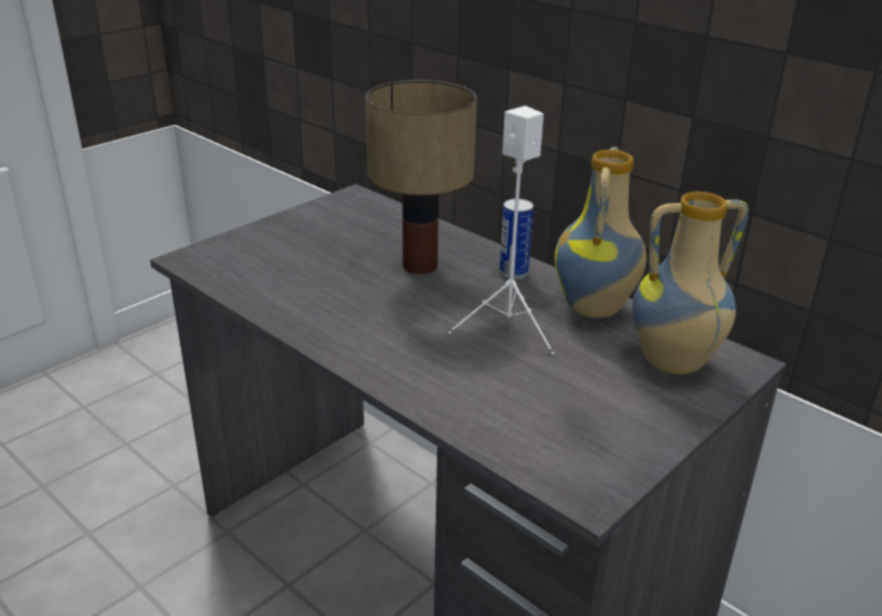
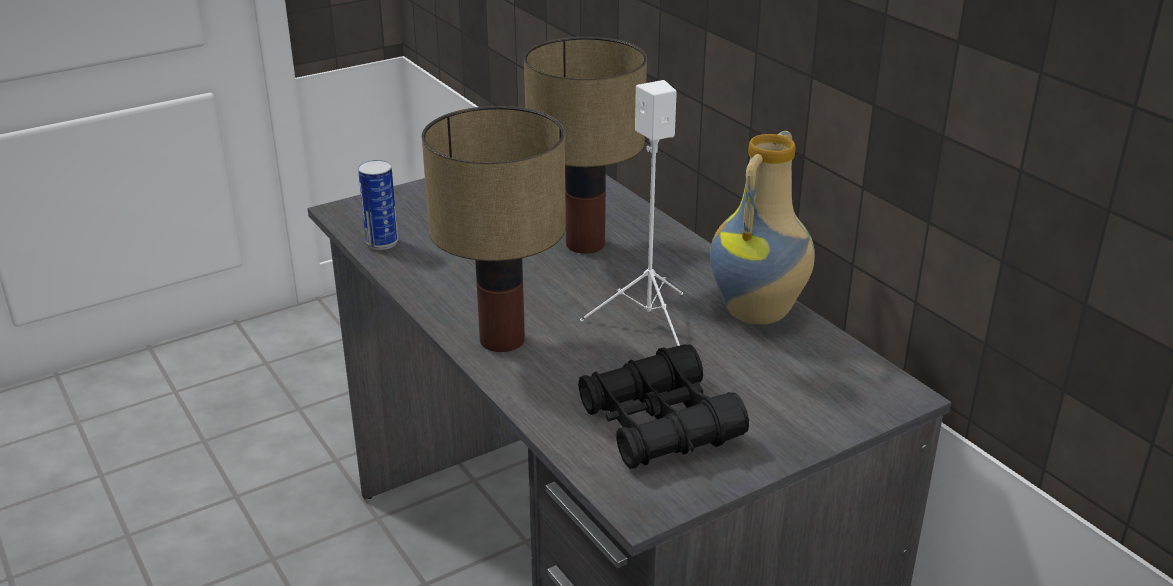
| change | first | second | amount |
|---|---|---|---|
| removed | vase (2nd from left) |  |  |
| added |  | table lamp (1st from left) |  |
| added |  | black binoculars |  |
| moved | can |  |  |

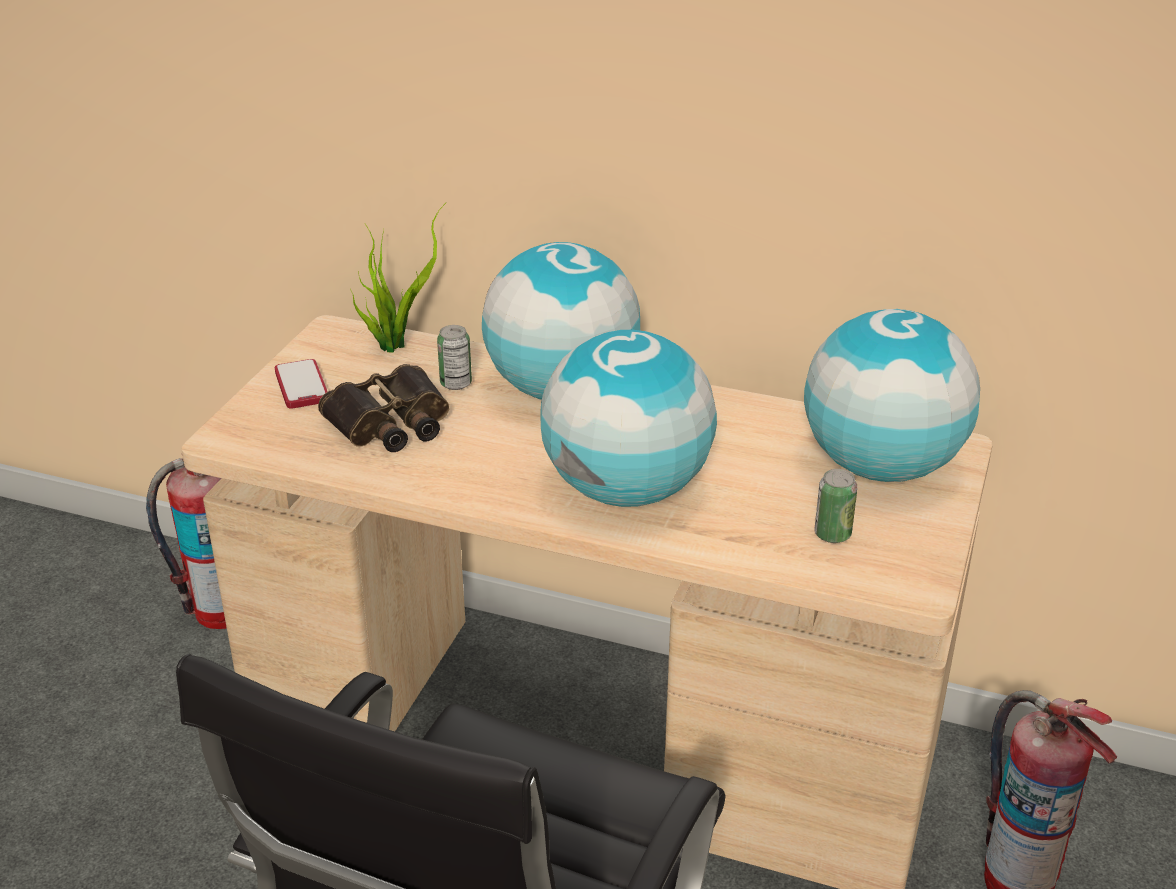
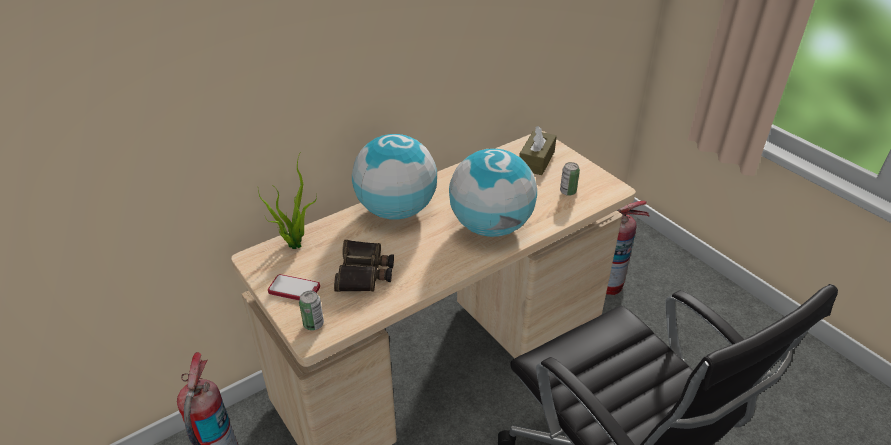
| change | first | second | amount |
|---|---|---|---|
| moved | can (1st from left) |  |  |
| replaced | globe (3rd from left) | brown tissue box |  |

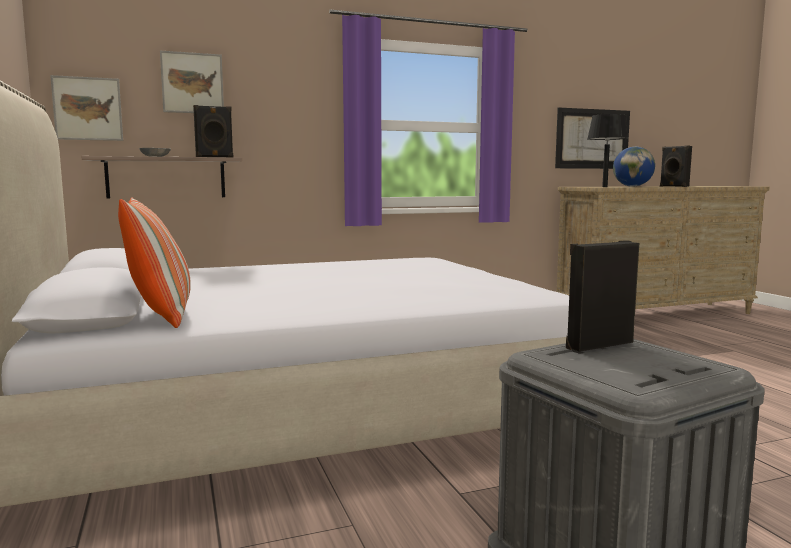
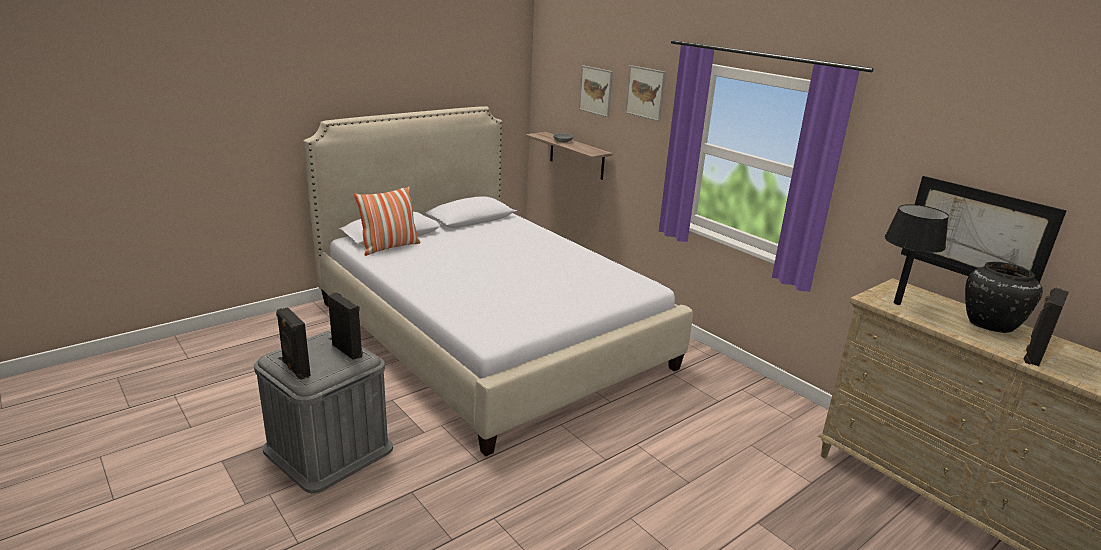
| change | first | second | amount |
|---|---|---|---|
| moved | picture (1st from left in the first image) | picture (2nd from left) |  |
| moved | black speaker (1st from left) |  |  |
| replaced | globe | black vase |  |

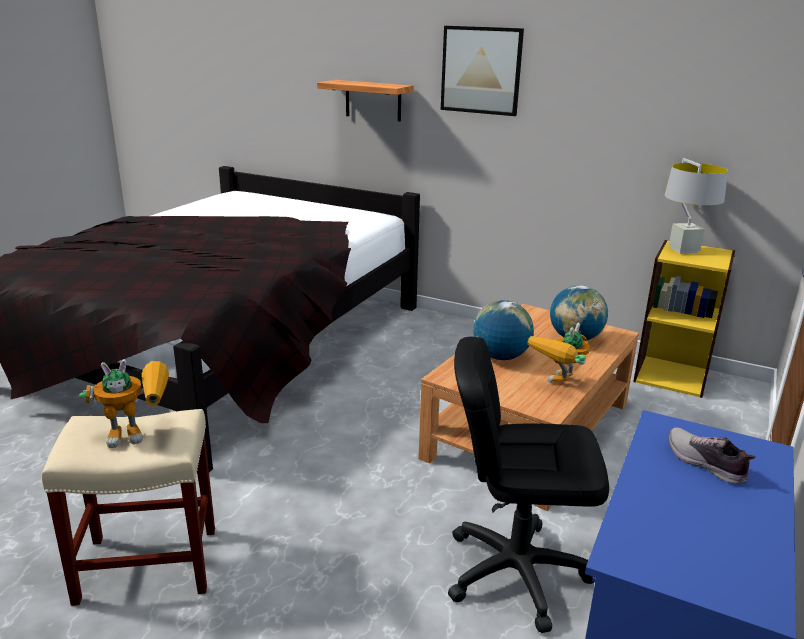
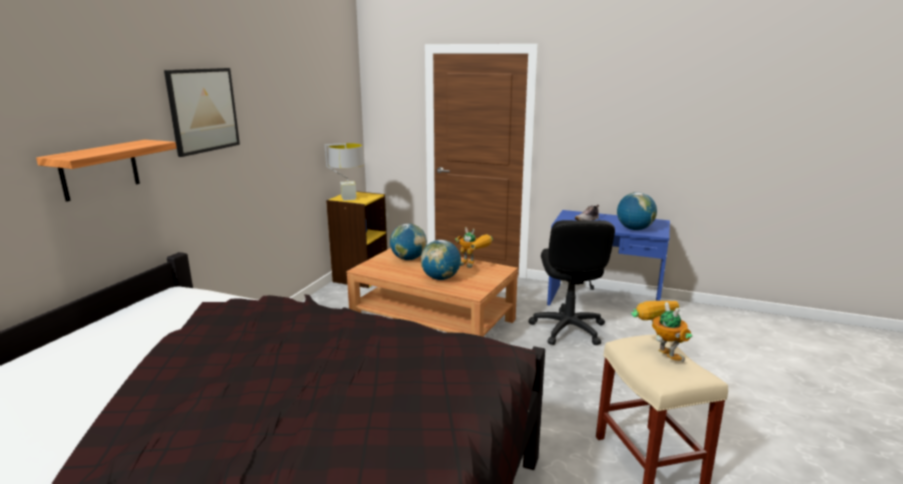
| change | first | second | amount |
|---|---|---|---|
| added |  | globe (3rd from left) |  |

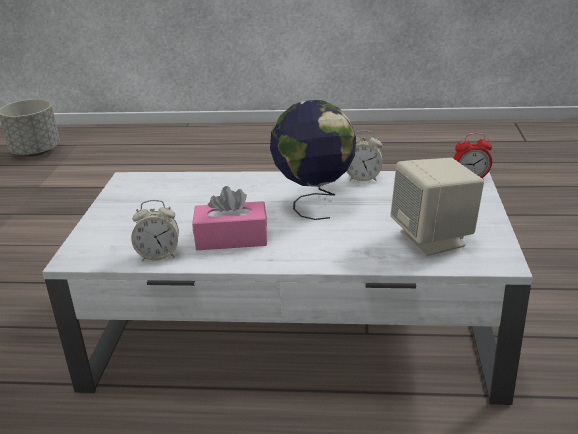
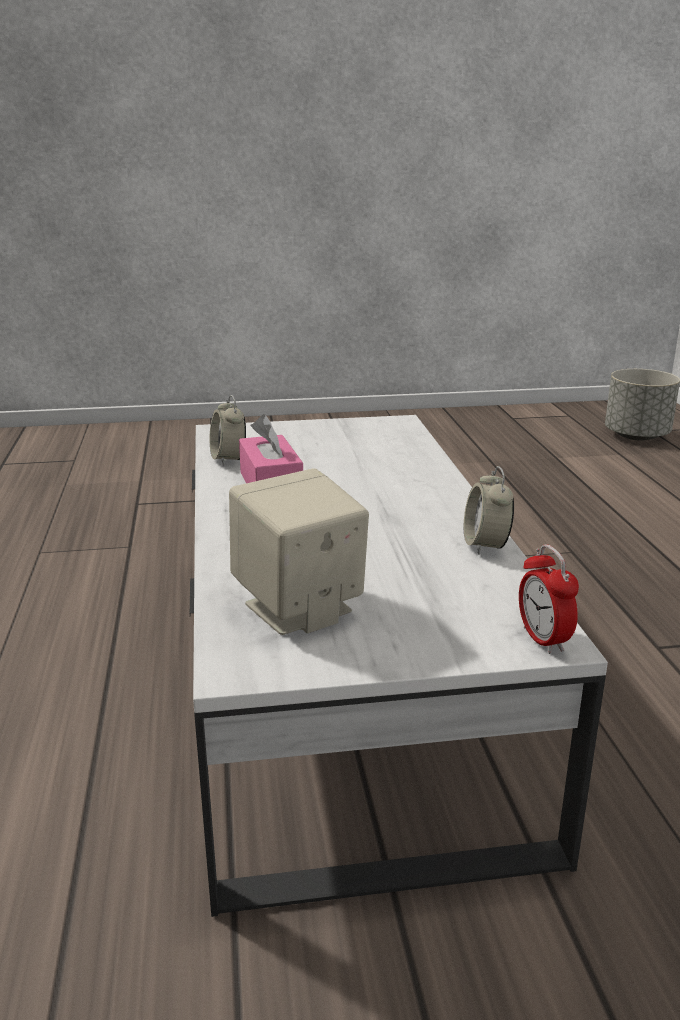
| change | first | second | amount |
|---|---|---|---|
| removed | globe |  |  |

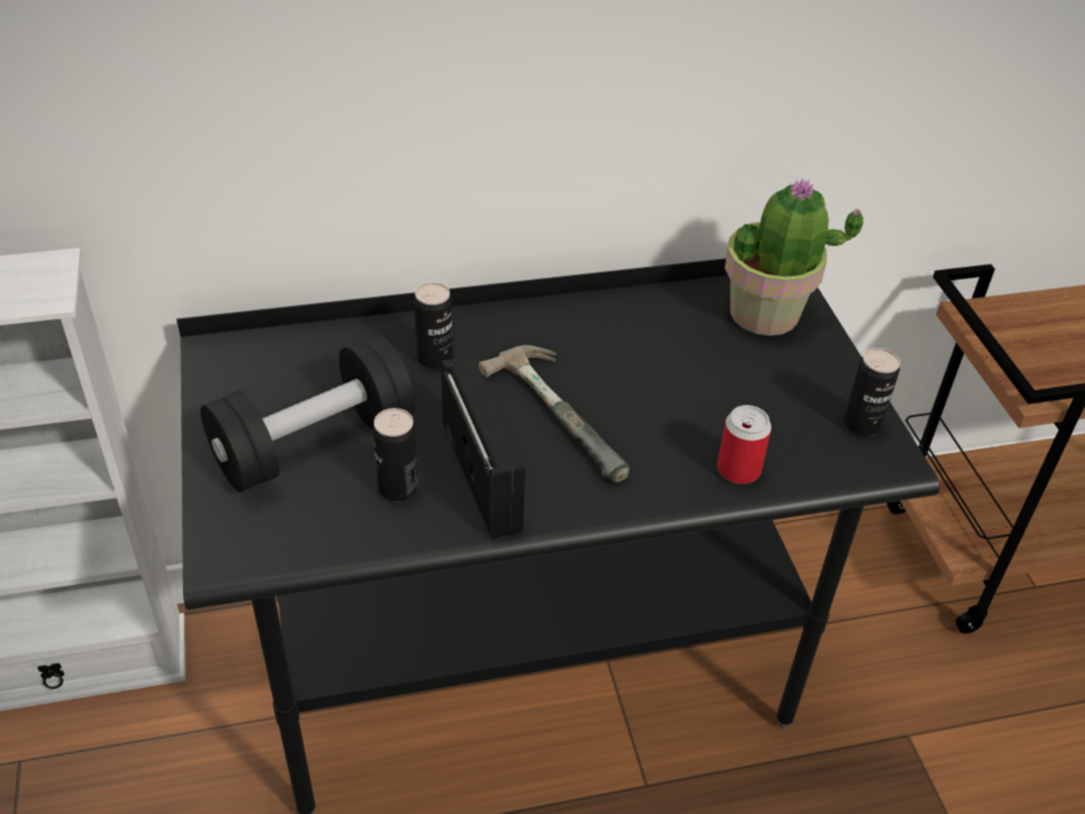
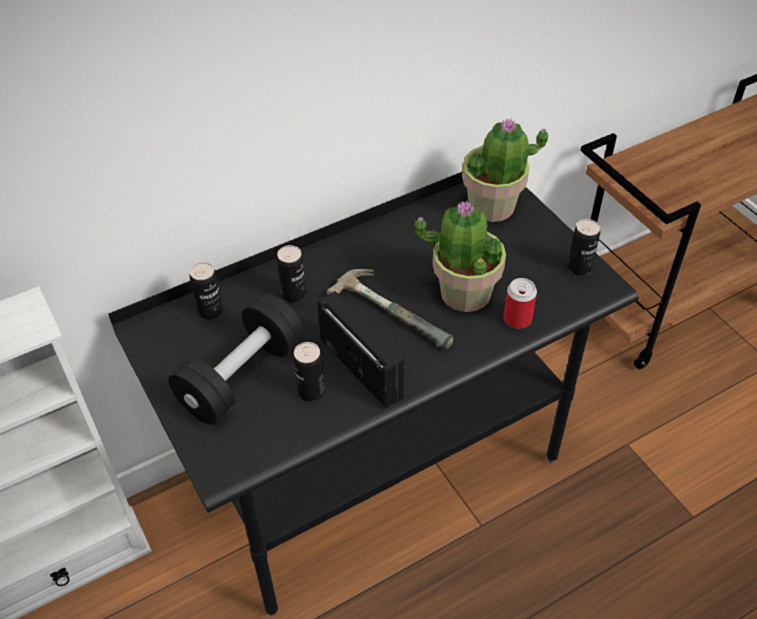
| change | first | second | amount |
|---|---|---|---|
| added |  | can (1st from left) |  |
| added |  | potted plant (1st from left) |  |

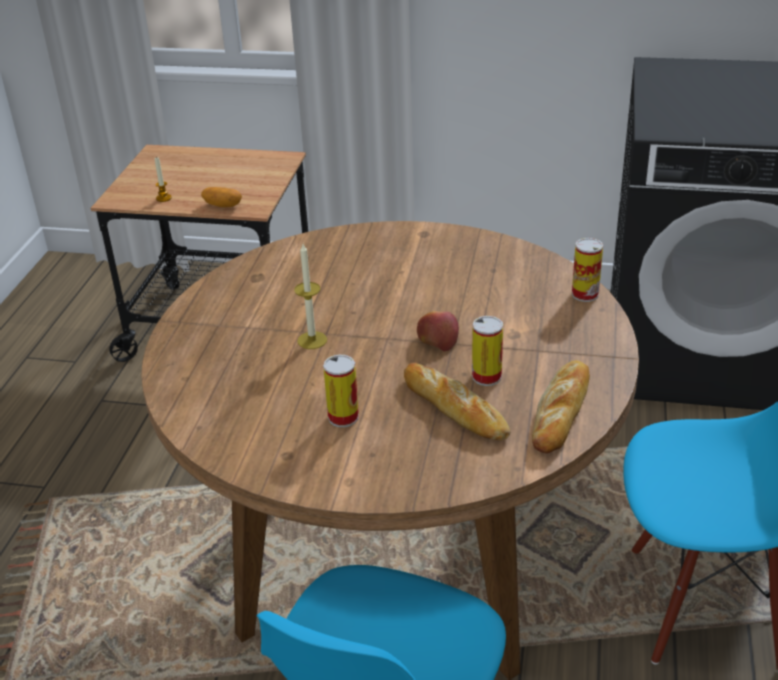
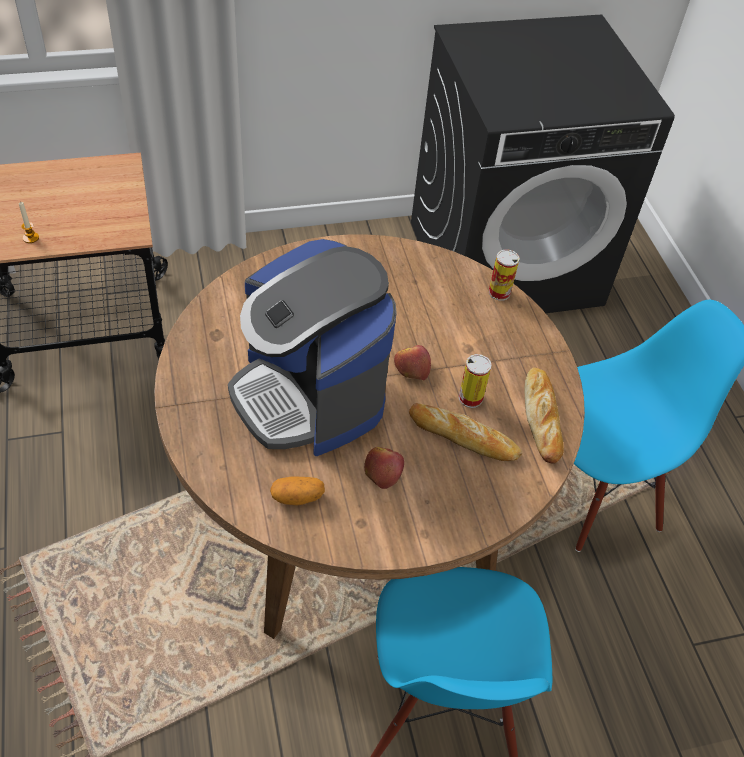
| change | first | second | amount |
|---|---|---|---|
| moved | potato |  |  |
| replaced | candle (2nd from left) | coffee machine |  |
| replaced | can (1st from left) | apple (1st from left) |  |

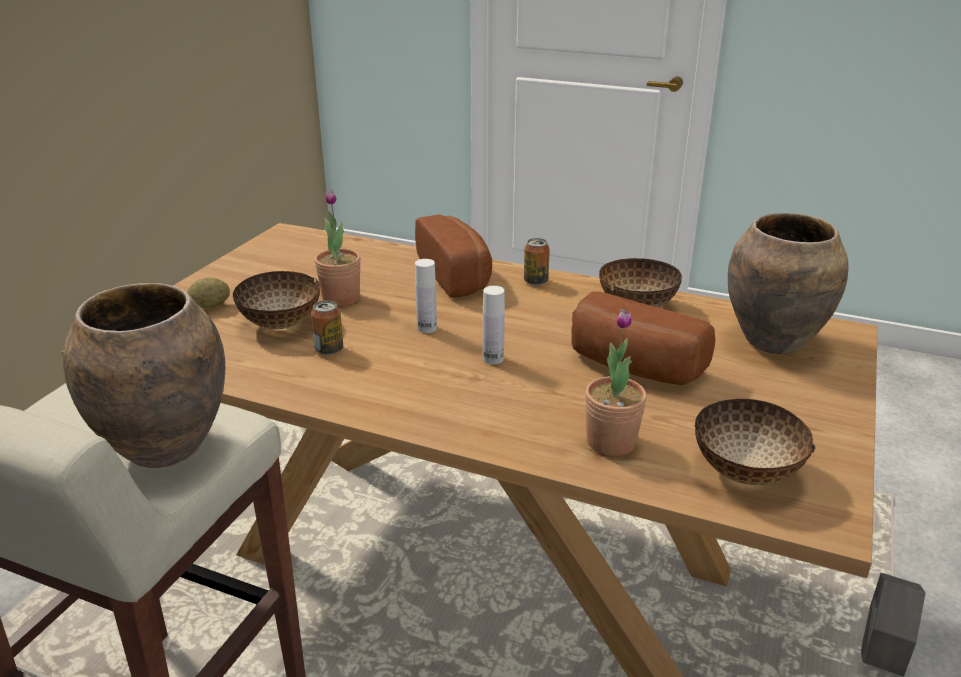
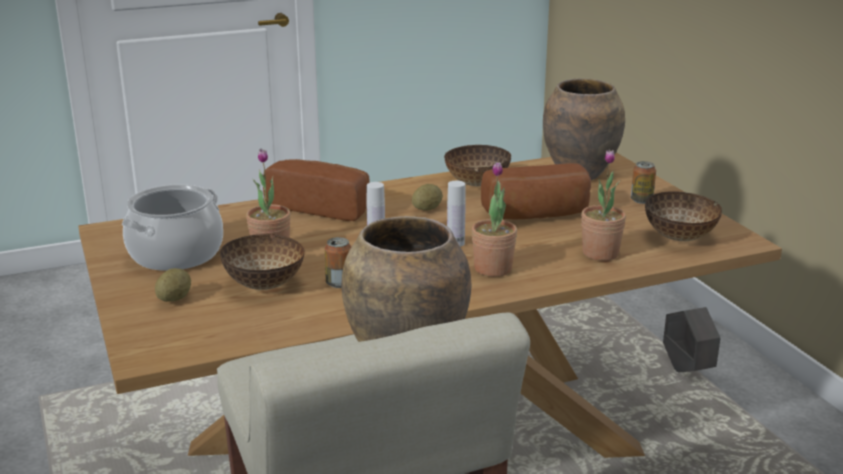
| change | first | second | amount |
|---|---|---|---|
| added |  | cooking pot |  |
| added |  | potato (2nd from left) |  |
| added |  | potted plant (2nd from left) |  |
| moved | can (2nd from left) |  |  |

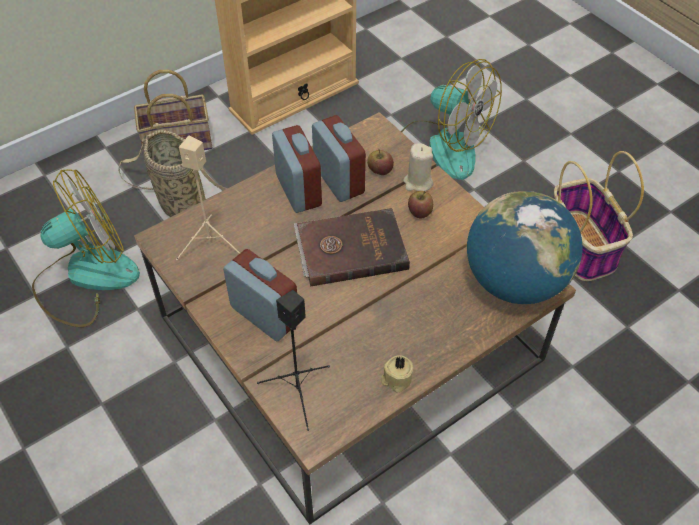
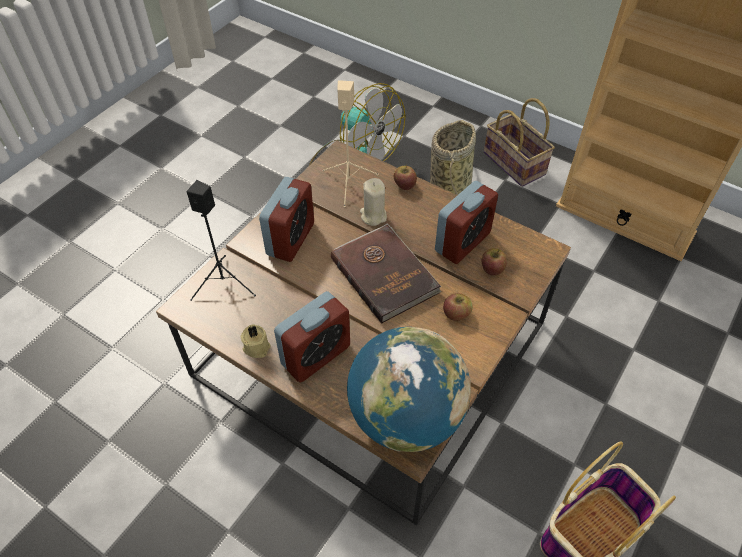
| change | first | second | amount |
|---|---|---|---|
| removed | fan (2nd from left) |  |  |
| added |  | apple (1st from left) |  |
| moved | alarm clock (2nd from left) |  |  |
| moved | beige candle (2nd from left) |  |  |

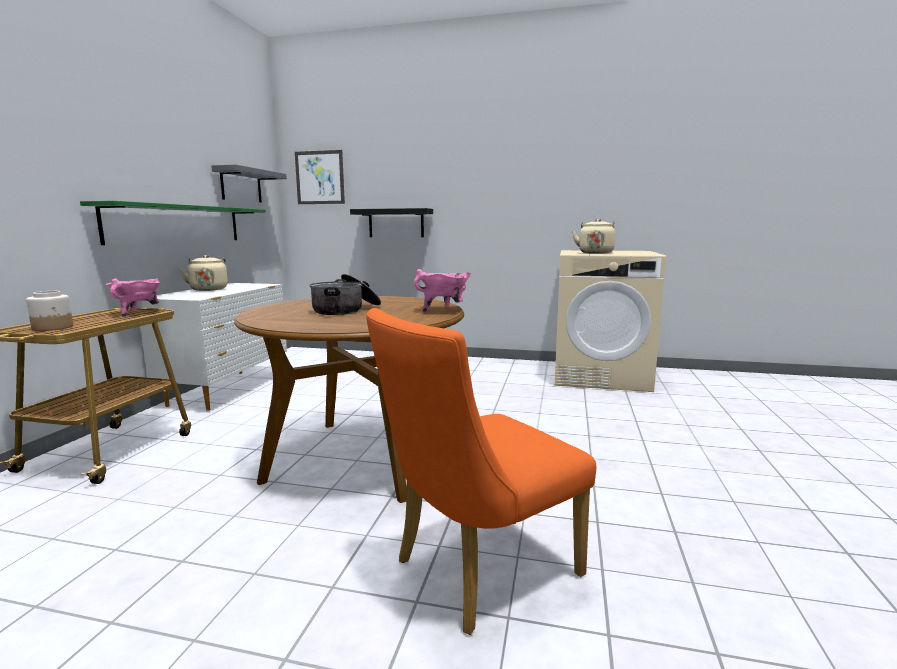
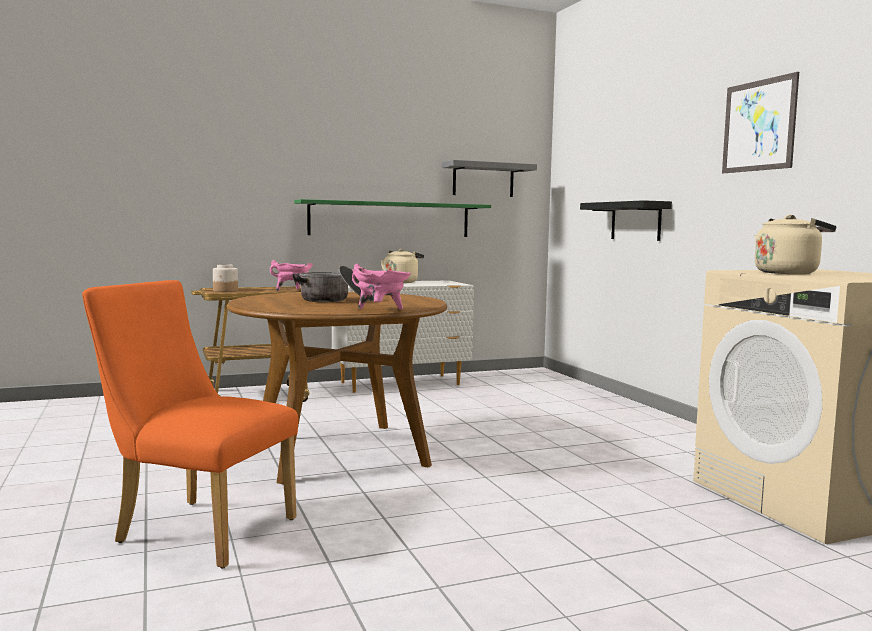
| change | first | second | amount |
|---|---|---|---|
| moved | picture |  |  |

